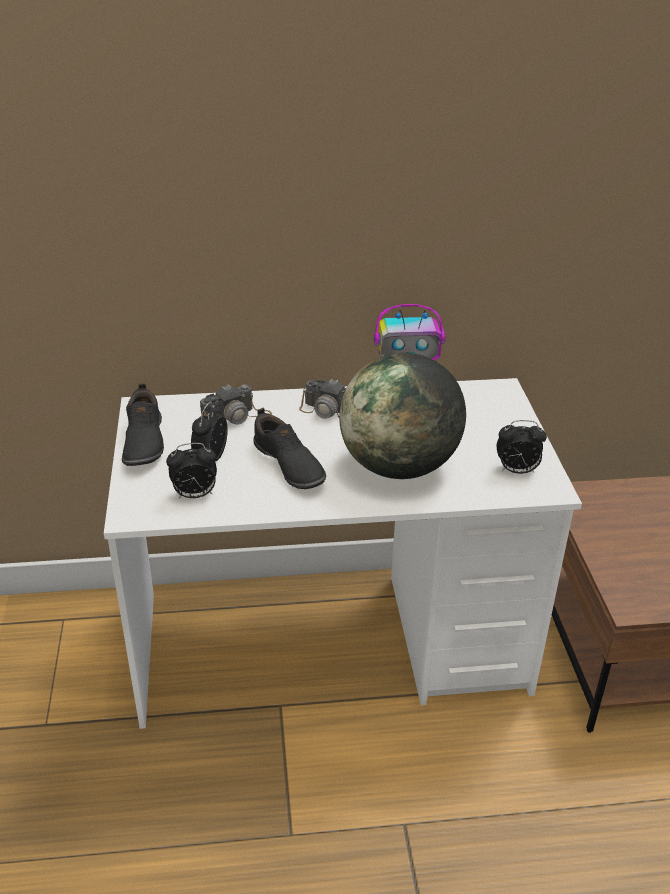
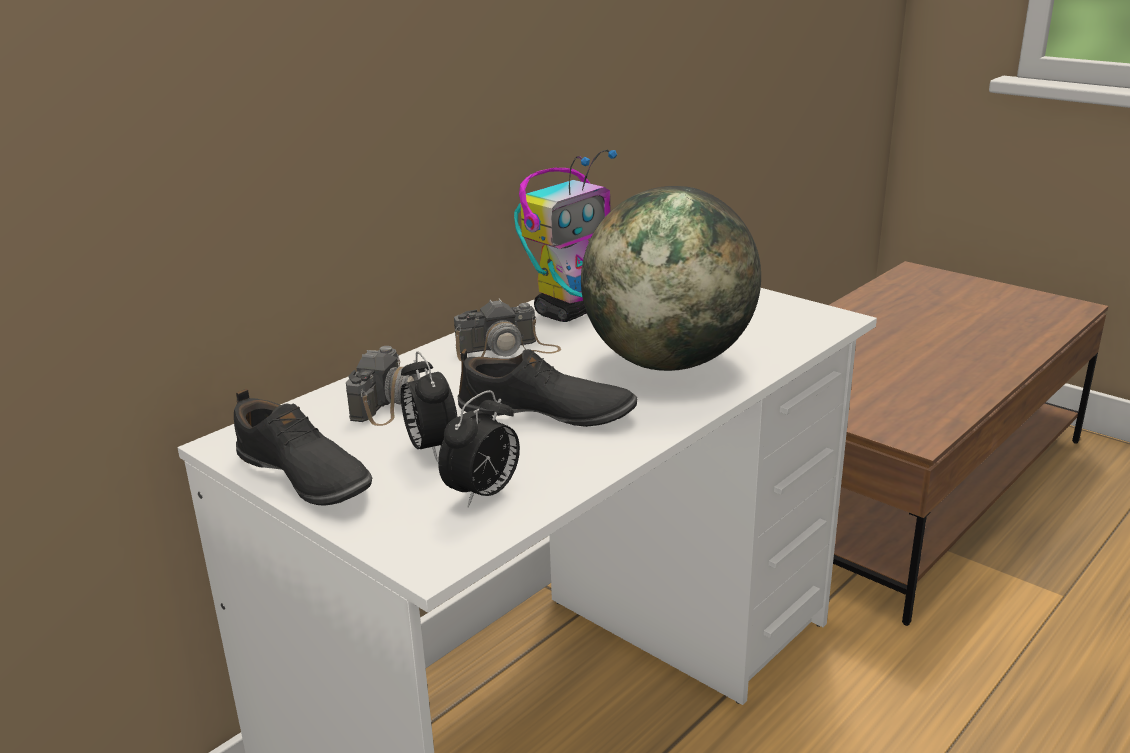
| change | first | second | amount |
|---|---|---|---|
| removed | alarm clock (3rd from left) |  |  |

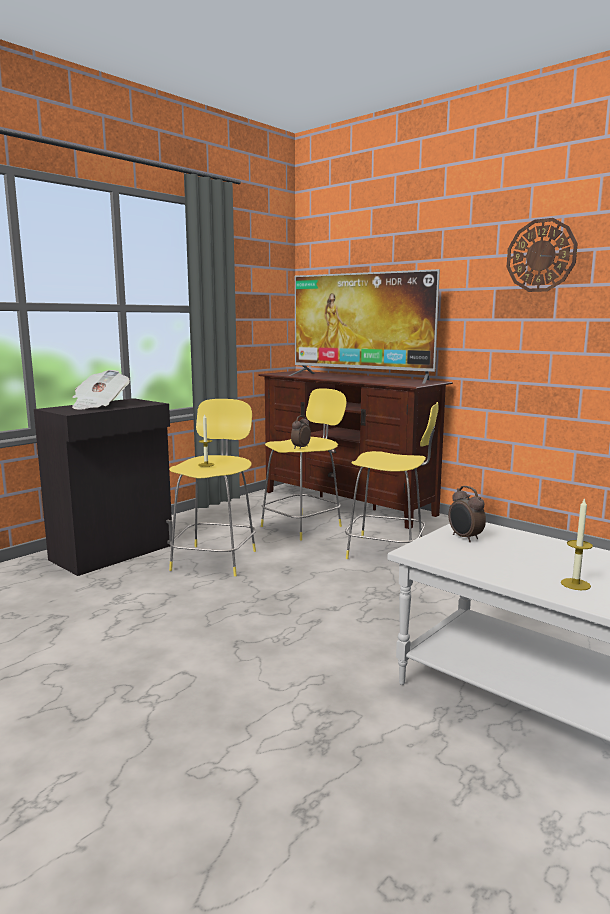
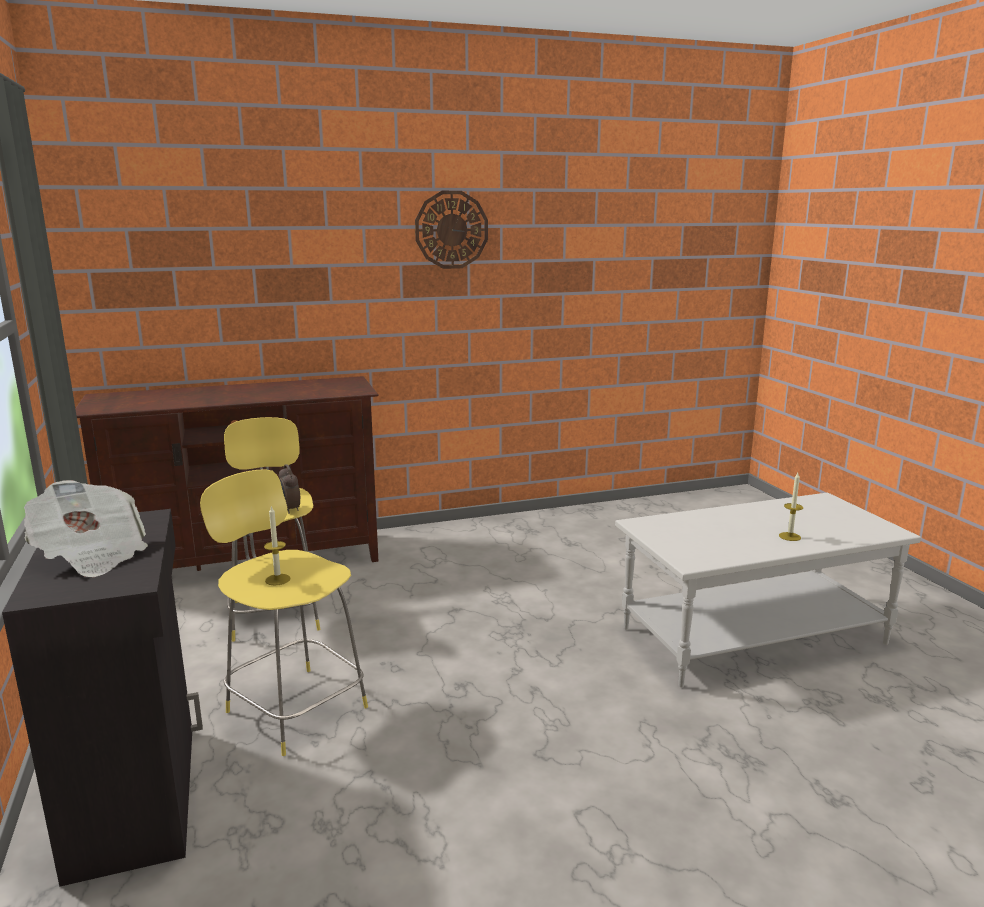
| change | first | second | amount |
|---|---|---|---|
| removed | television |  |  |
| removed | yellow stool (3rd from left) |  |  |
| removed | alarm clock (2nd from left) |  |  |

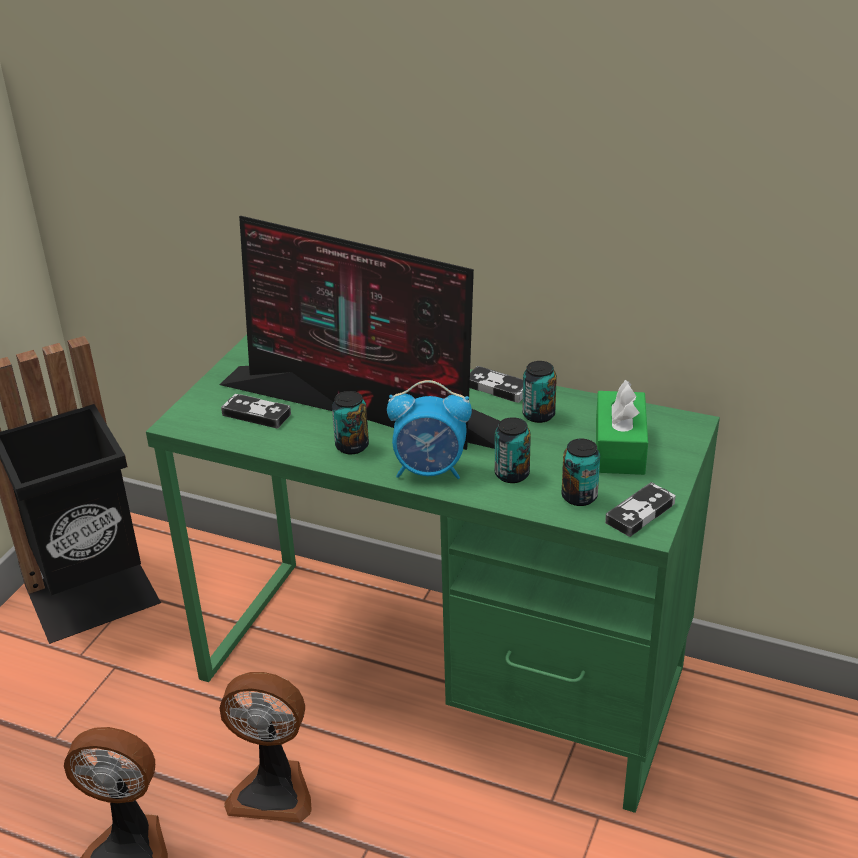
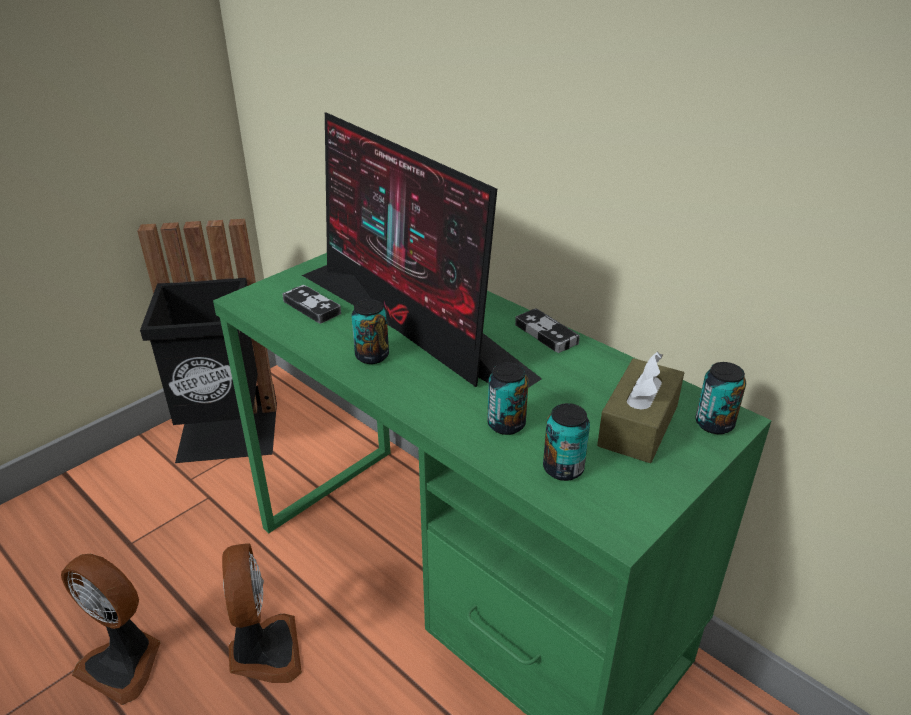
| change | first | second | amount |
|---|---|---|---|
| removed | alarm clock |  |  |
| removed | game controller (3rd from left) |  |  |
| moved | can (3rd from left in the first image) | can (4th from left) |  |
| recoloured | green tissue box | brown tissue box |  |
| turned | fan (2nd from left) |  | 135 degrees counterclockwise |

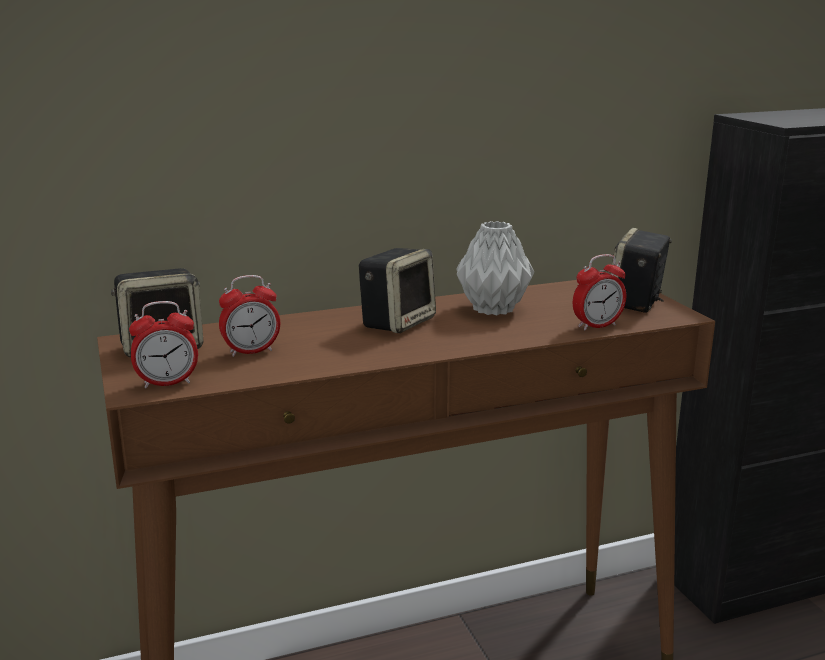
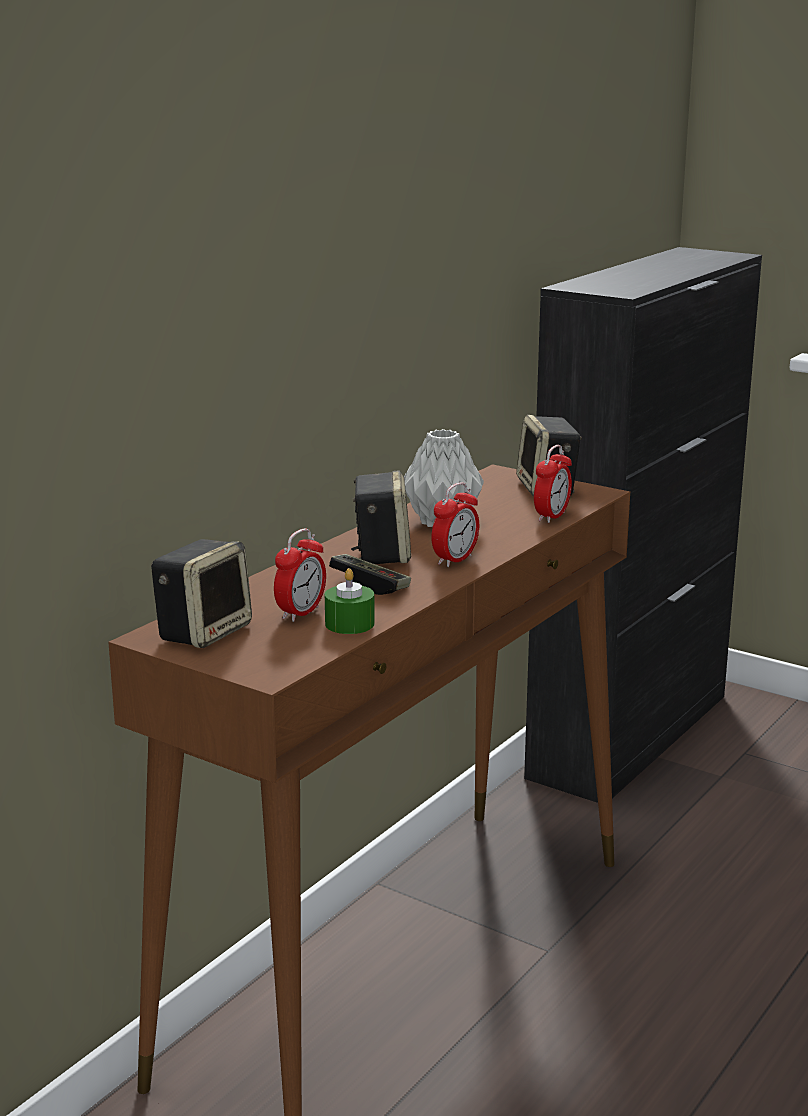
| change | first | second | amount |
|---|---|---|---|
| added |  | green candle |  |
| added |  | game controller |  |
| moved | alarm clock (1st from left in the first image) | alarm clock (2nd from left) |  |

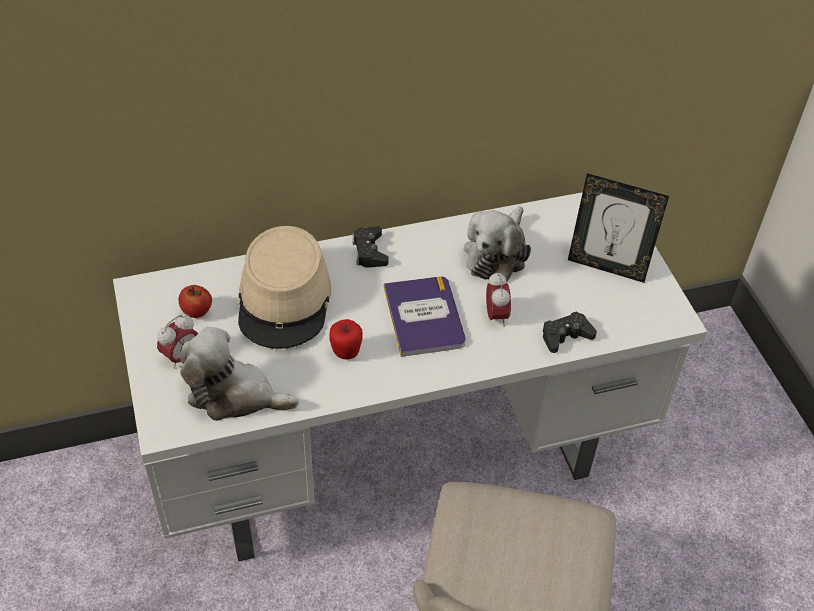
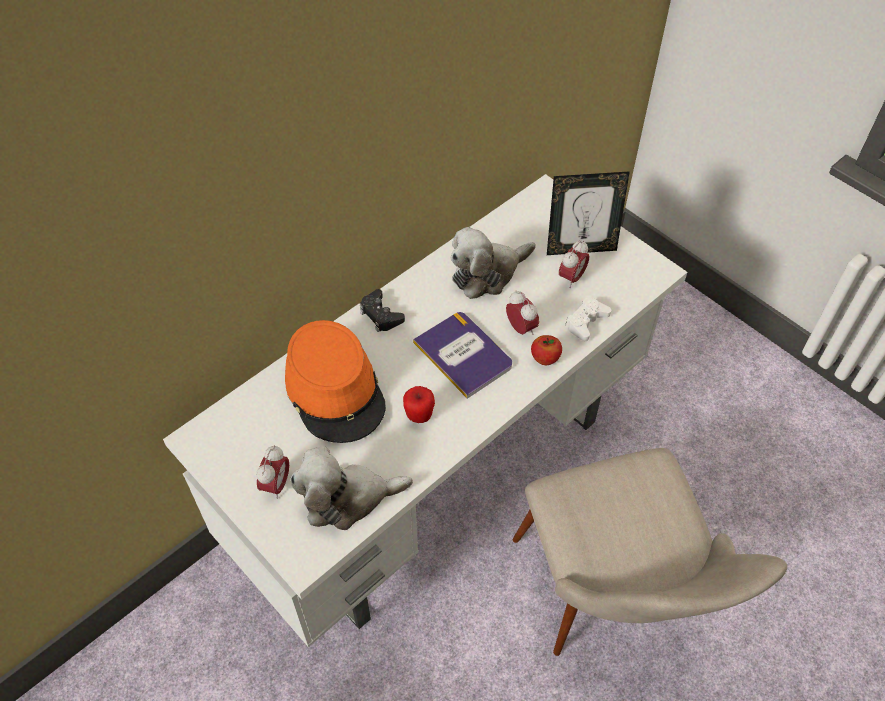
| change | first | second | amount |
|---|---|---|---|
| added |  | alarm clock (3rd from left) |  |
| moved | apple (1st from left in the first image) | apple (2nd from left) |  |
| recoloured | beige hat | orange hat |  |
| recoloured | black game controller (2nd from left) | white game controller |  |
| turned | plush toy (2nd from left) |  | 60 degrees clockwise |

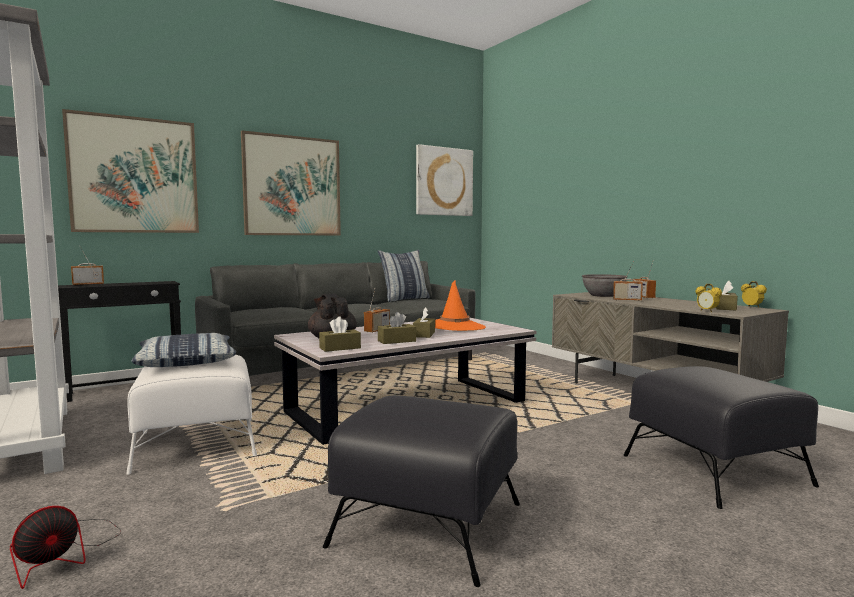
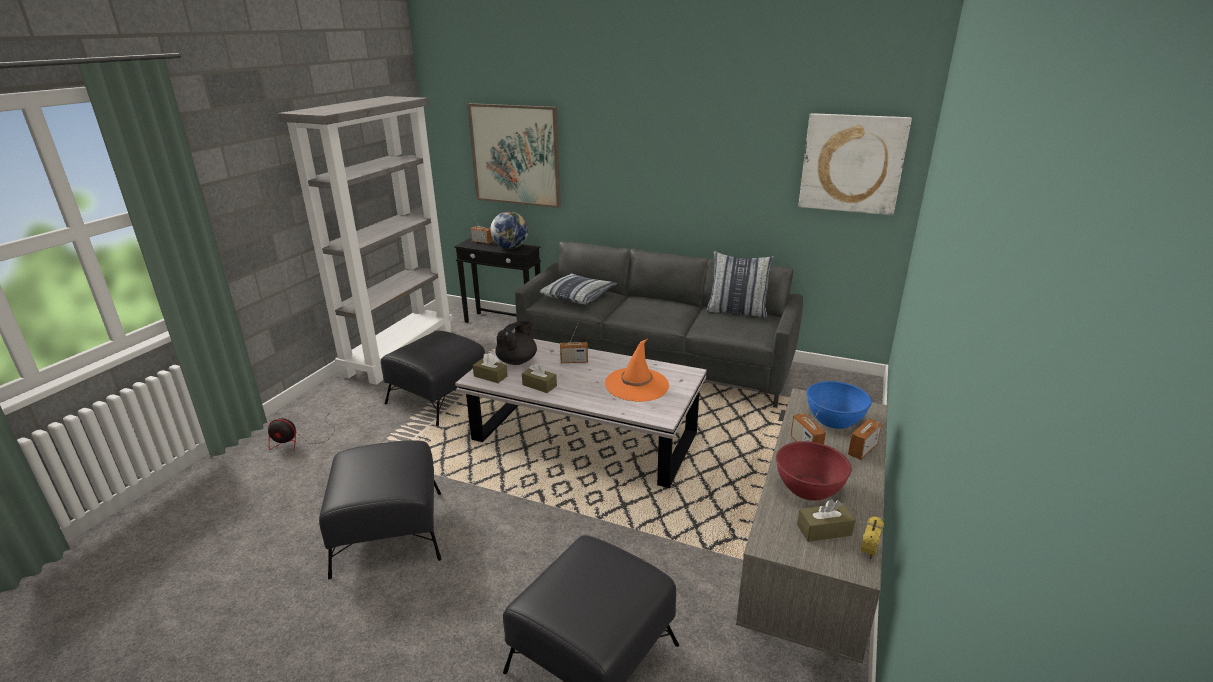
| change | first | second | amount |
|---|---|---|---|
| removed | picture (2nd from left) |  |  |
| removed | brown tissue box (3rd from left) |  |  |
| removed | alarm clock (1st from left) |  |  |
| added |  | globe |  |
| added |  | red bowl |  |
| moved | pillow (1st from left) |  |  |
| recoloured | white ottoman | black ottoman (2nd from left) |  |
| recoloured | grey bowl | blue bowl |  |

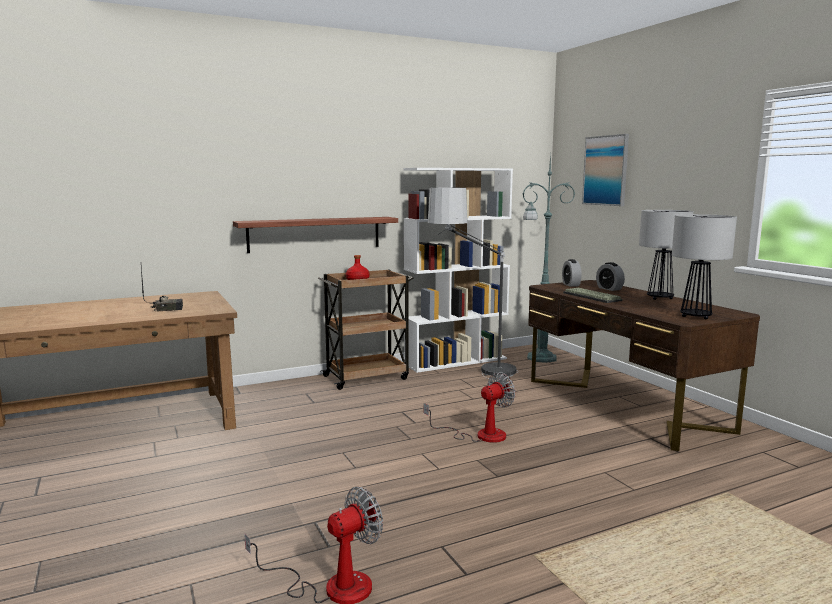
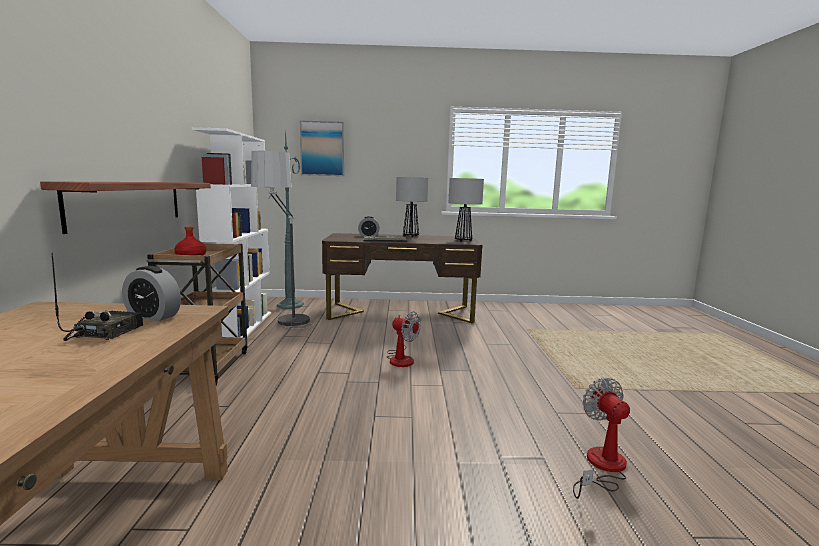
| change | first | second | amount |
|---|---|---|---|
| moved | alarm clock (1st from left) |  |  |
| turned | fan (2nd from left in the first image) | fan (1st from left) | 135 degrees clockwise |

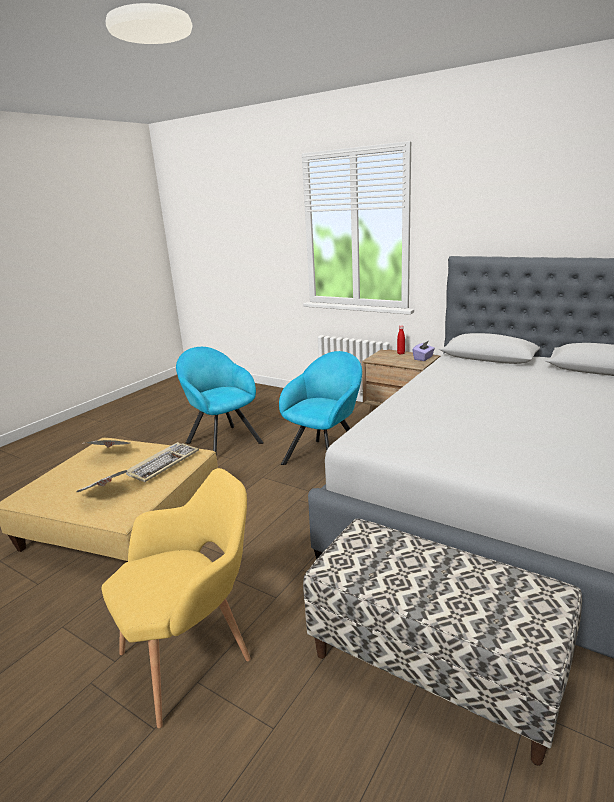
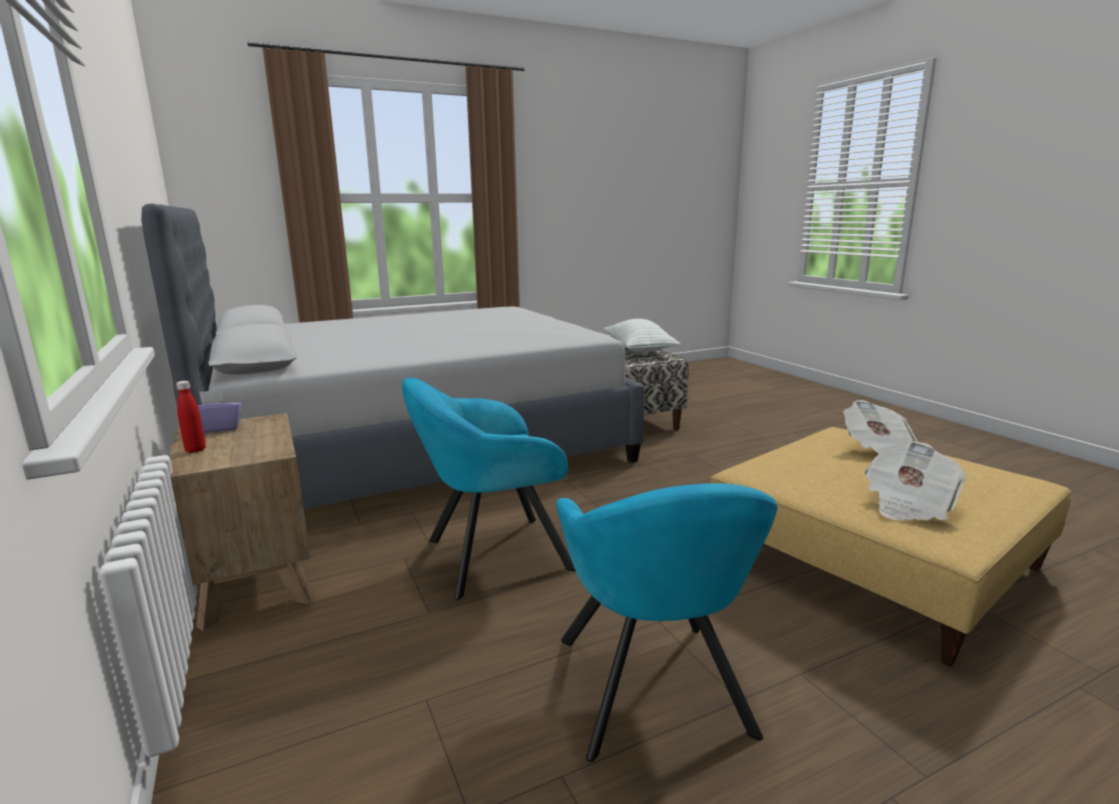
| change | first | second | amount |
|---|---|---|---|
| removed | yellow armchair |  |  |
| removed | keyboard |  |  |
| added |  | pillow |  |

